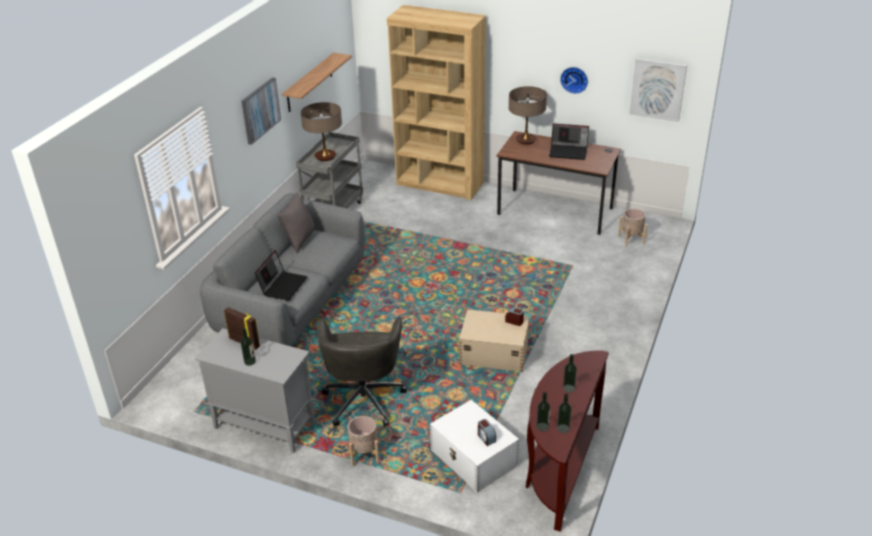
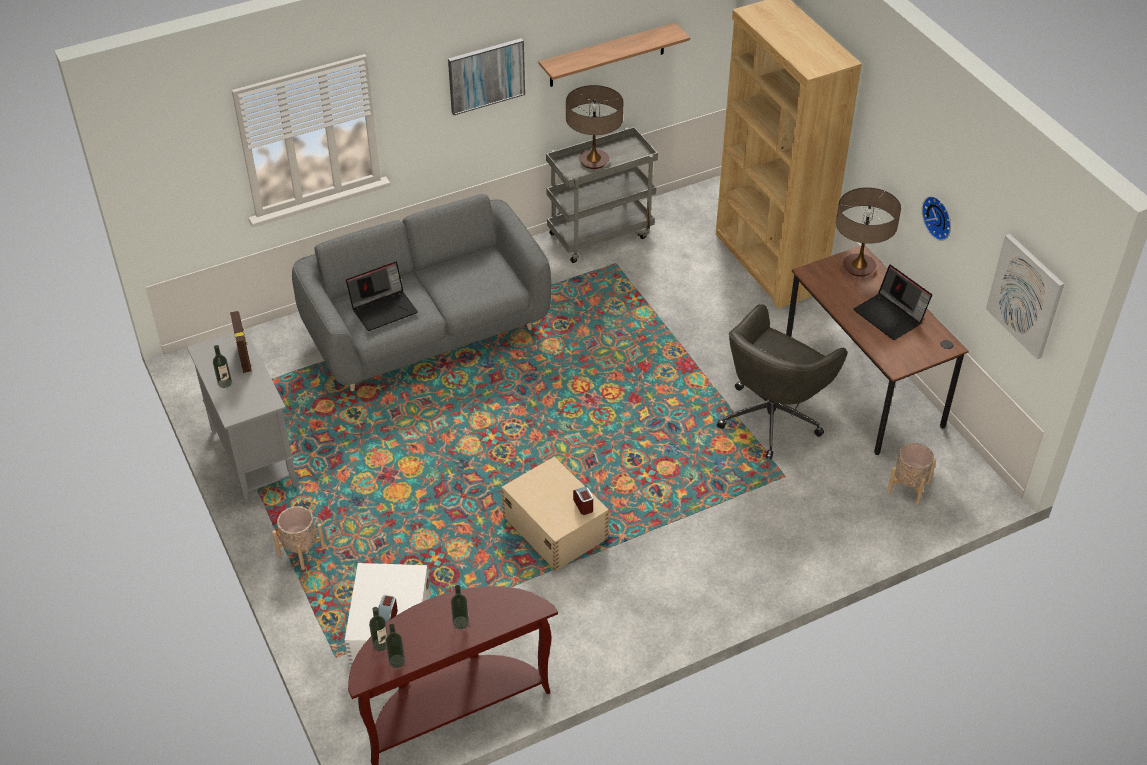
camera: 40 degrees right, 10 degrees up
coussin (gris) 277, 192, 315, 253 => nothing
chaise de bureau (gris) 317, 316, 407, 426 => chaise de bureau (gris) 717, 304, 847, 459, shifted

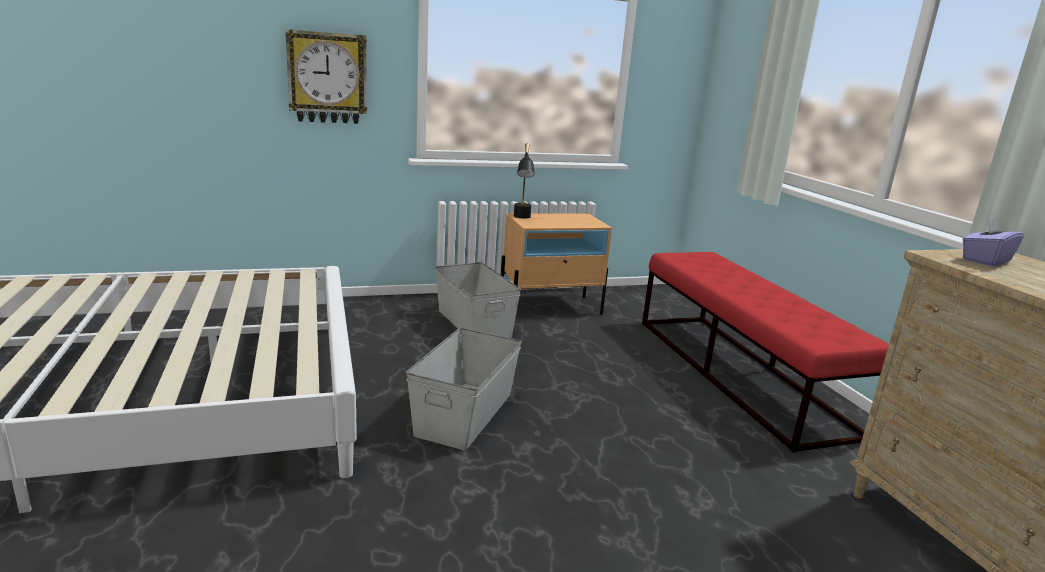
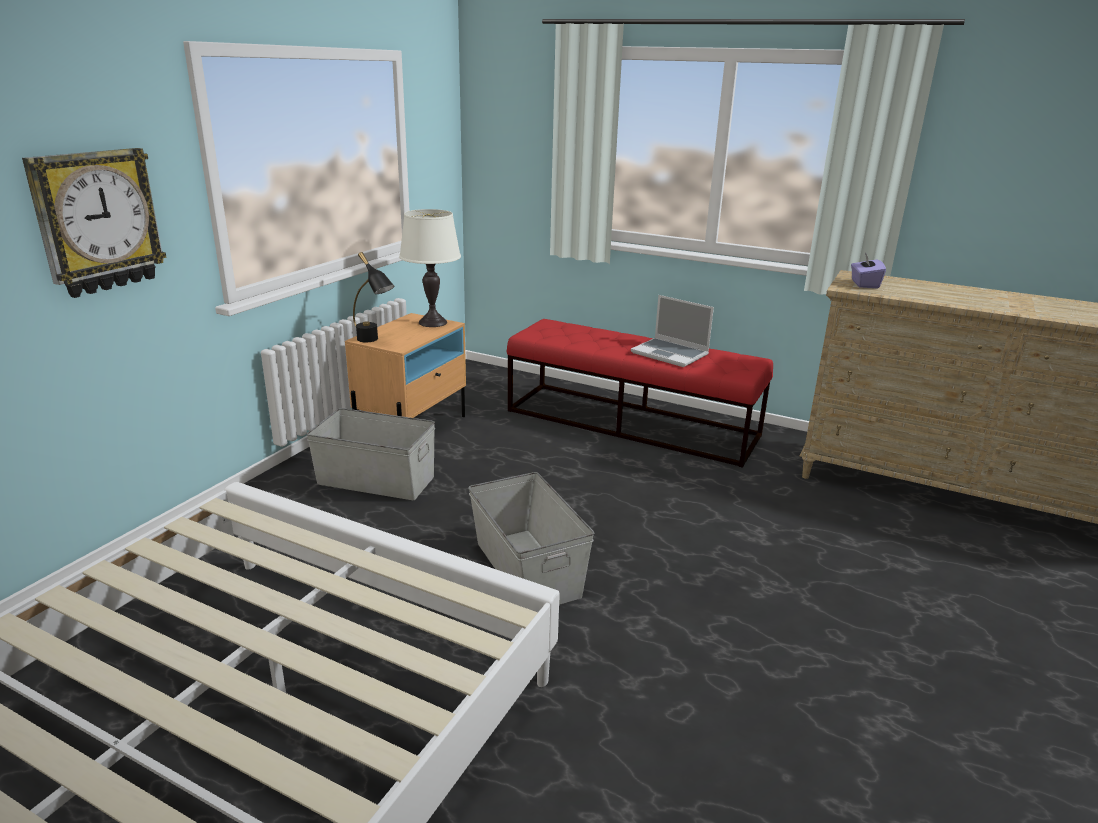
camera: 45 degrees left, 5 degrees up
nothing => lampe de table (blanc) 399, 209, 461, 327
nothing => ordinateur portable 631, 295, 714, 367

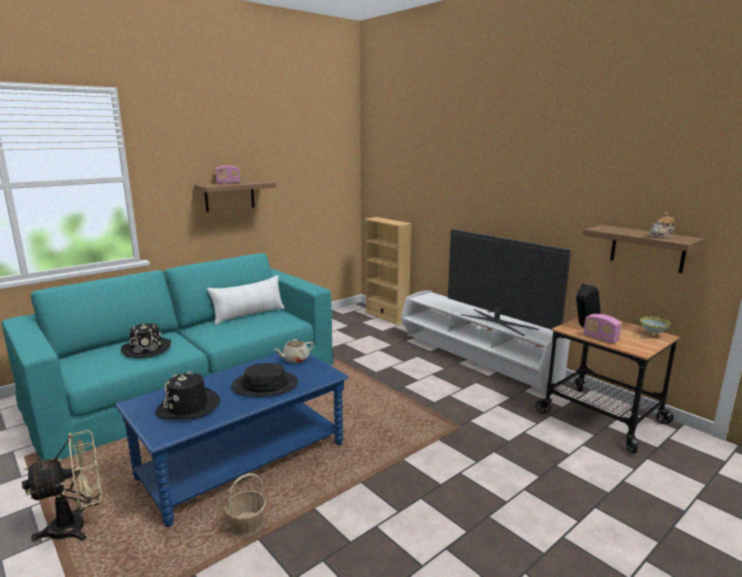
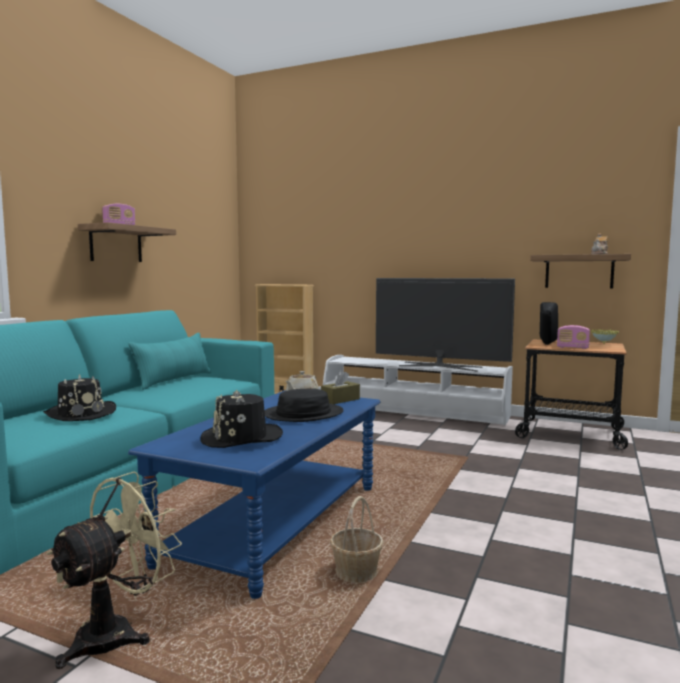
camera: 25 degrees left, 10 degrees down
nothing => boîte à mouchoirs (marron) 321, 370, 360, 404
coussin (blanc) 207, 275, 285, 325 => coussin (turquoise) 129, 333, 211, 390

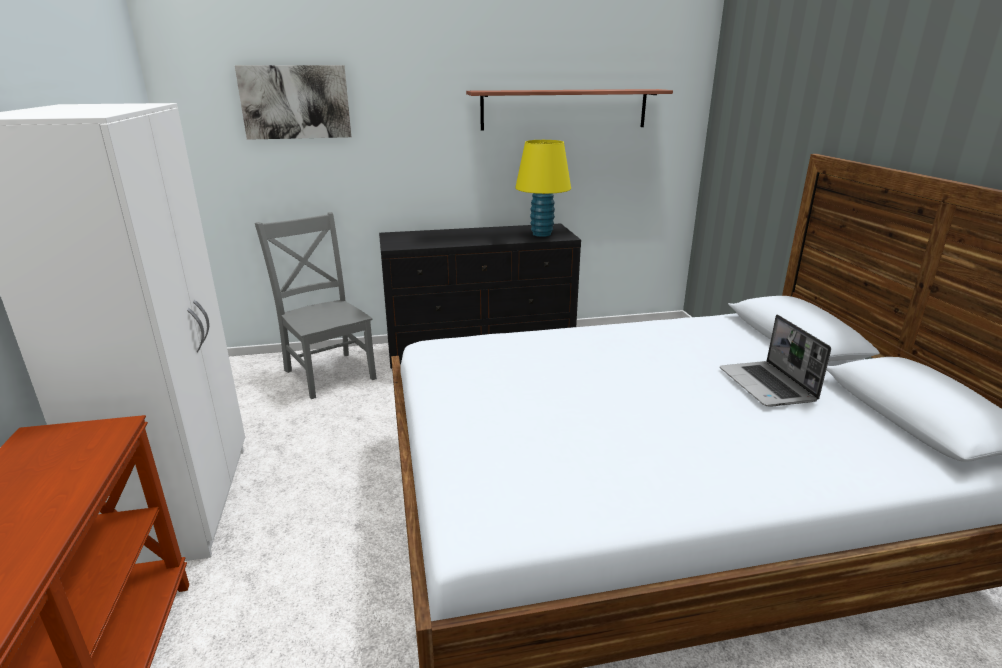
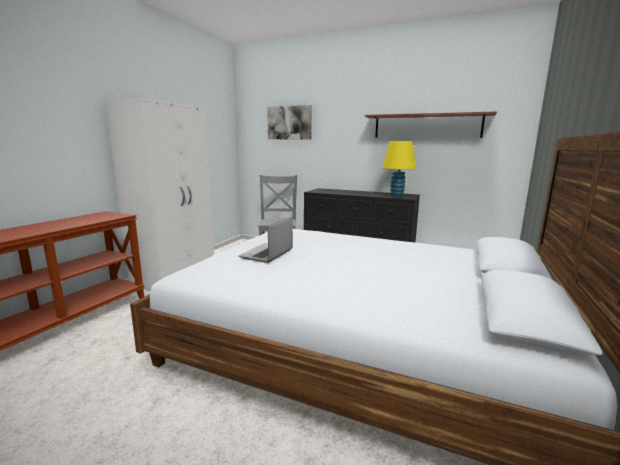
camera: 35 degrees right, 10 degrees down
ordinateur portable 720, 315, 831, 407 => ordinateur portable 238, 217, 293, 263, shifted

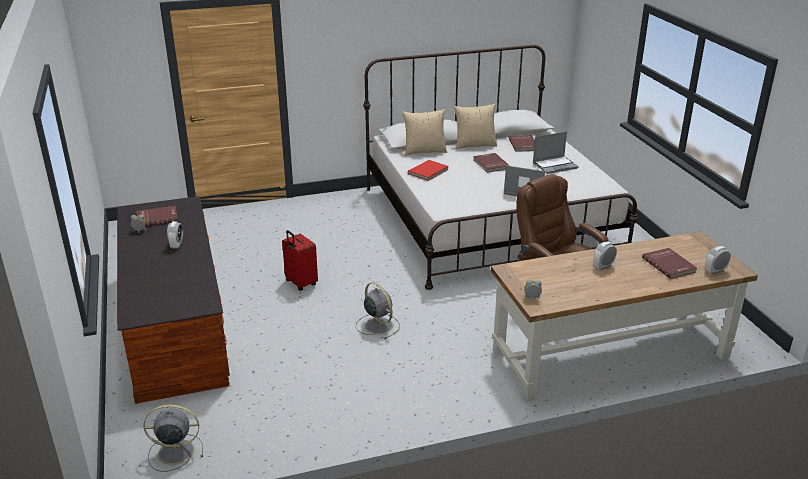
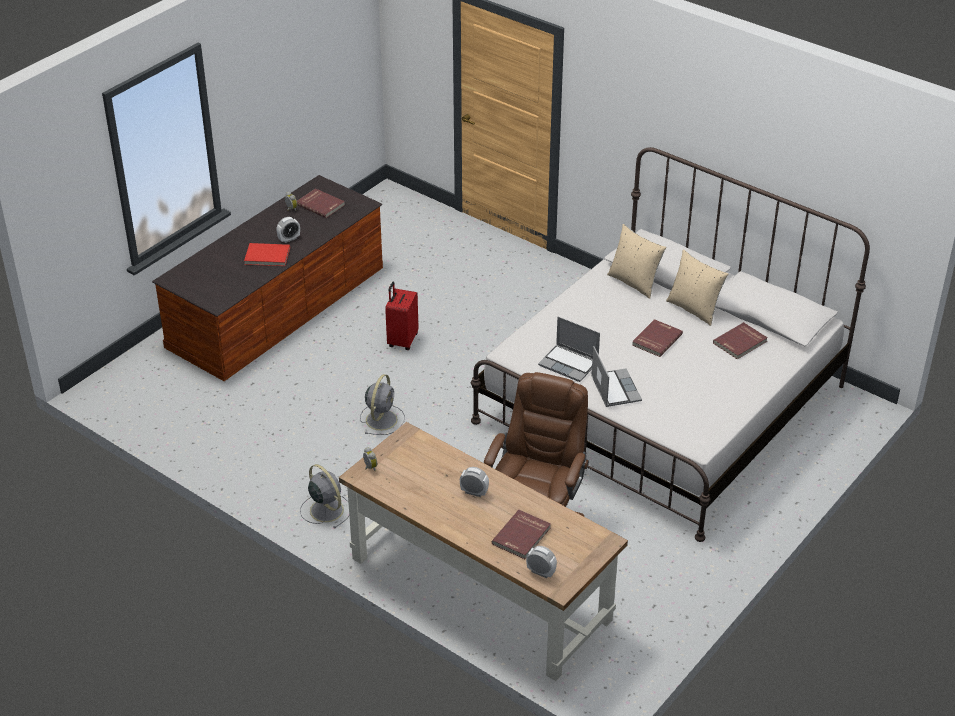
camera: 55 degrees right, 10 degrees up
ventilateur (gris) 144, 404, 203, 472 => ventilateur (gris) 300, 464, 349, 529, shifted
livre (rouge) 408, 160, 448, 181 => livre (rouge) 244, 243, 290, 266, shifted
ordinateur portable 533, 132, 579, 174 => ordinateur portable 538, 317, 600, 382, shifted

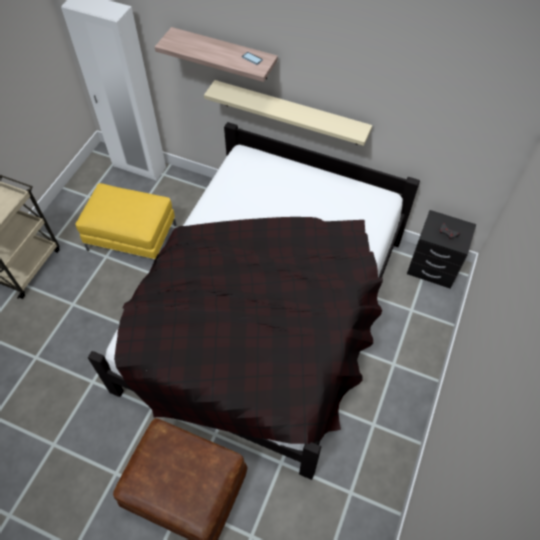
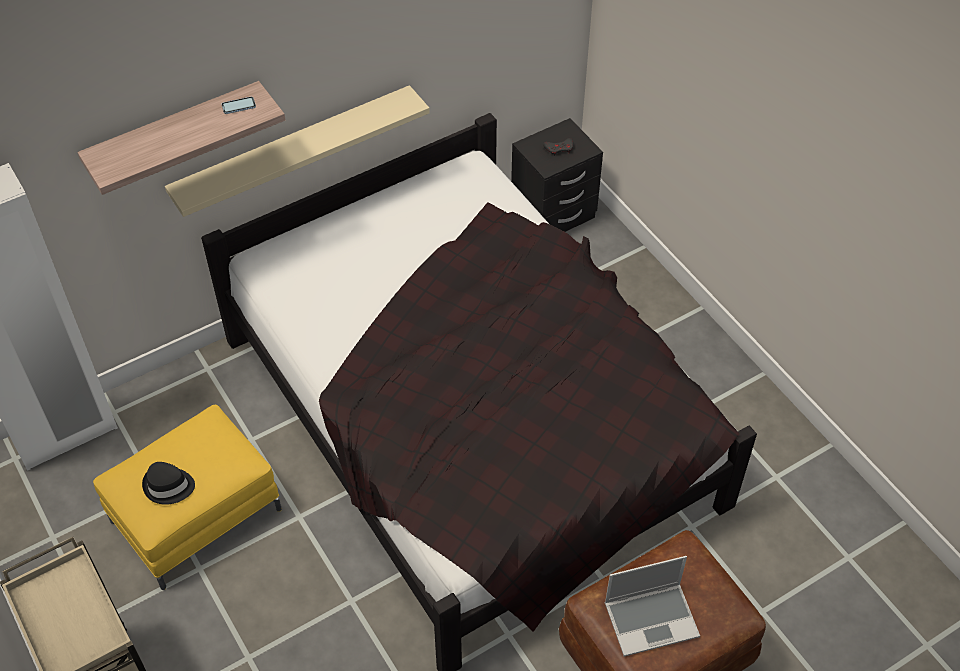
camera: 55 degrees left, 5 degrees down
nothing => chapeau (noir) 142, 462, 195, 505
nothing => ordinateur portable 605, 556, 700, 657

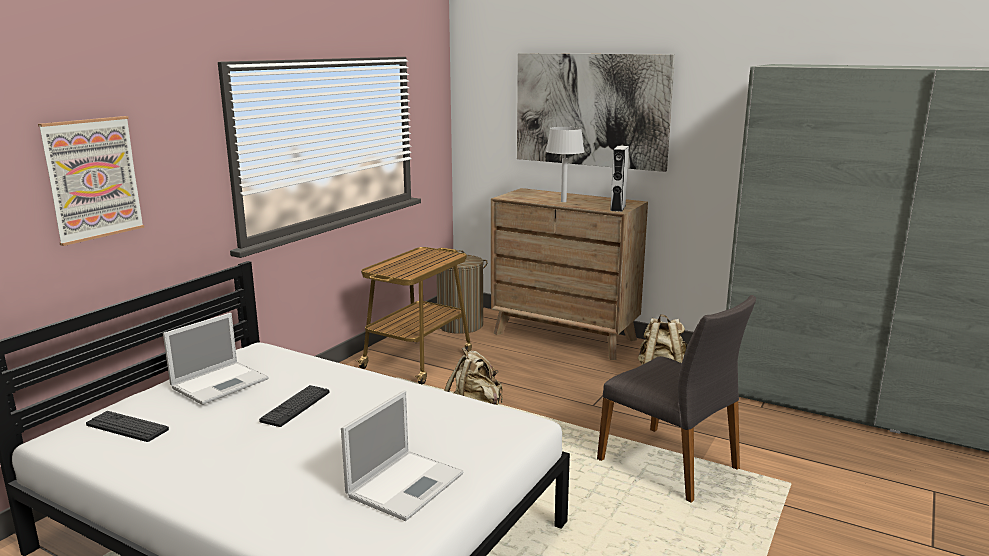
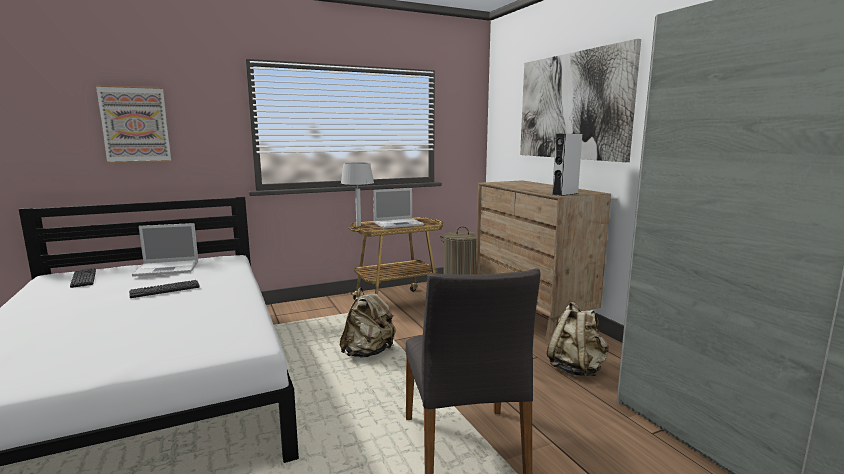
camera: 35 degrees right, 5 degrees down
ordinateur portable 341, 391, 464, 521 => ordinateur portable 373, 188, 424, 229, shifted
lampe de table (gris) 546, 127, 585, 202 => lampe de table (gris) 341, 162, 374, 226, shifted

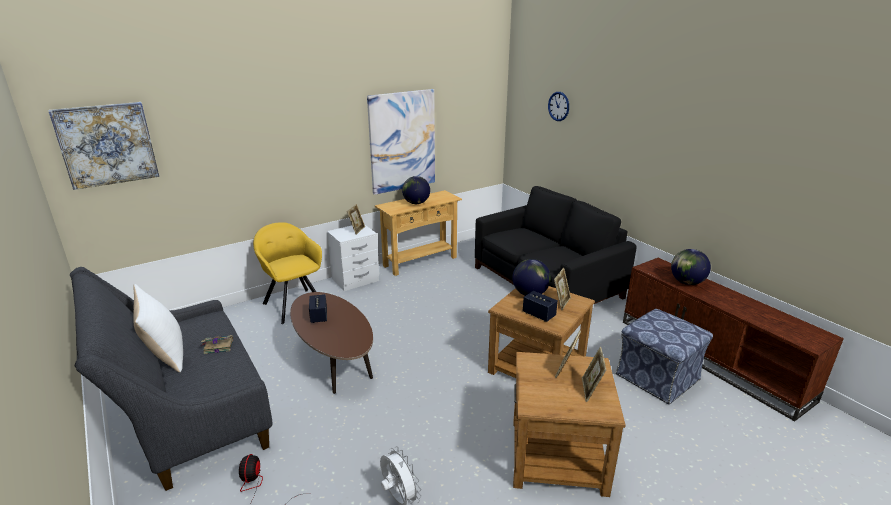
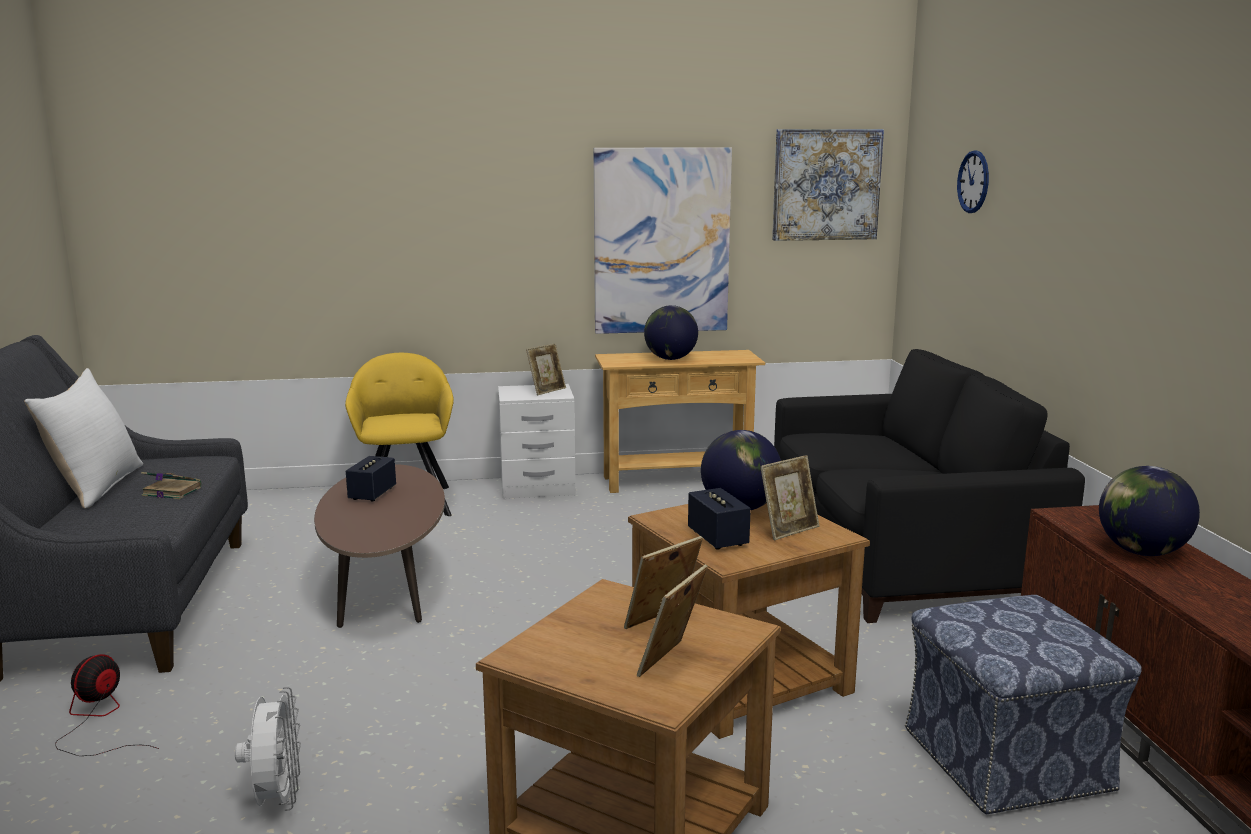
camera: 25 degrees right, 10 degrees down
tableau 48, 102, 159, 190 => tableau 772, 129, 884, 241, shifted

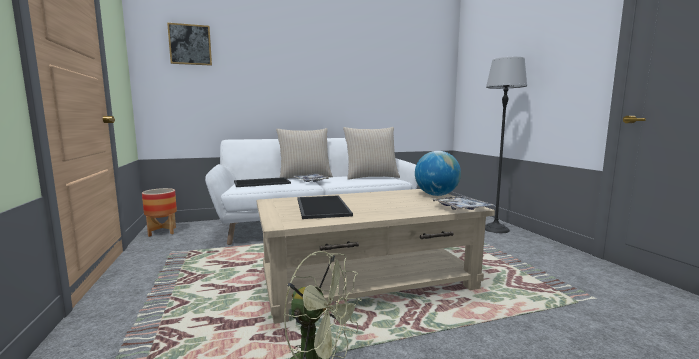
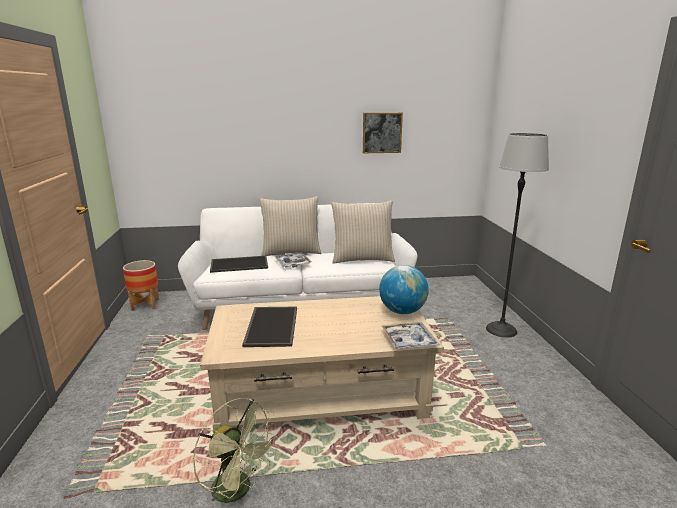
camera: 10 degrees right, 10 degrees up
tableau 167, 23, 212, 66 => tableau 363, 112, 403, 153, shifted

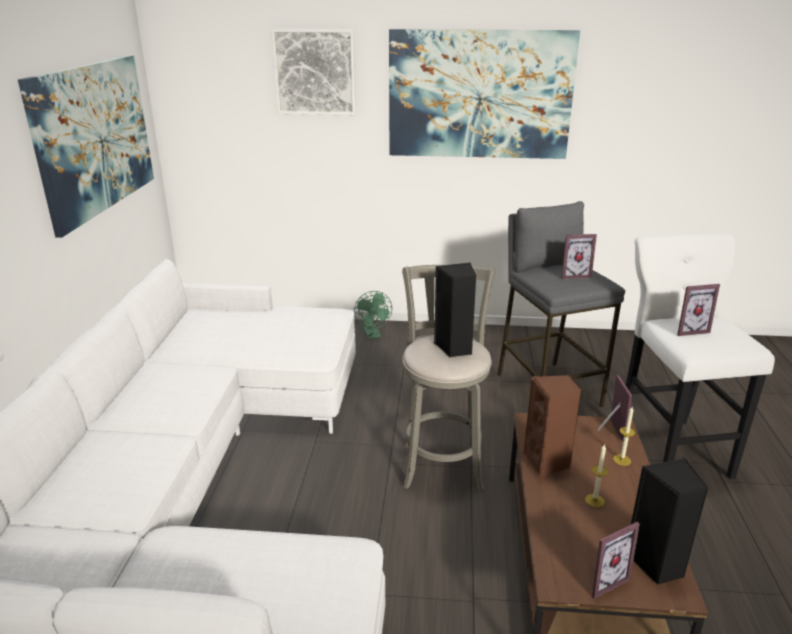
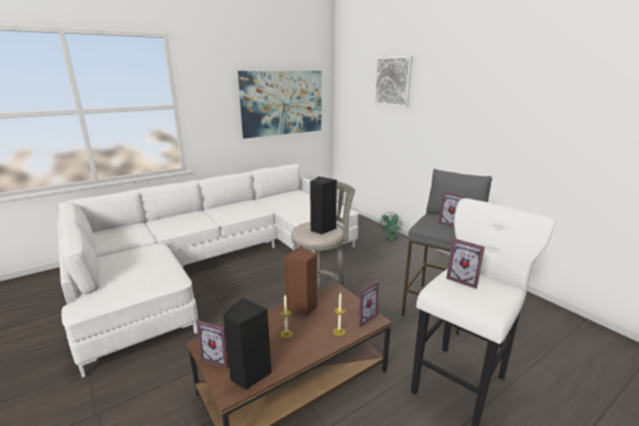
camera: 50 degrees right, 5 degrees down
tableau 389, 29, 580, 159 => nothing

